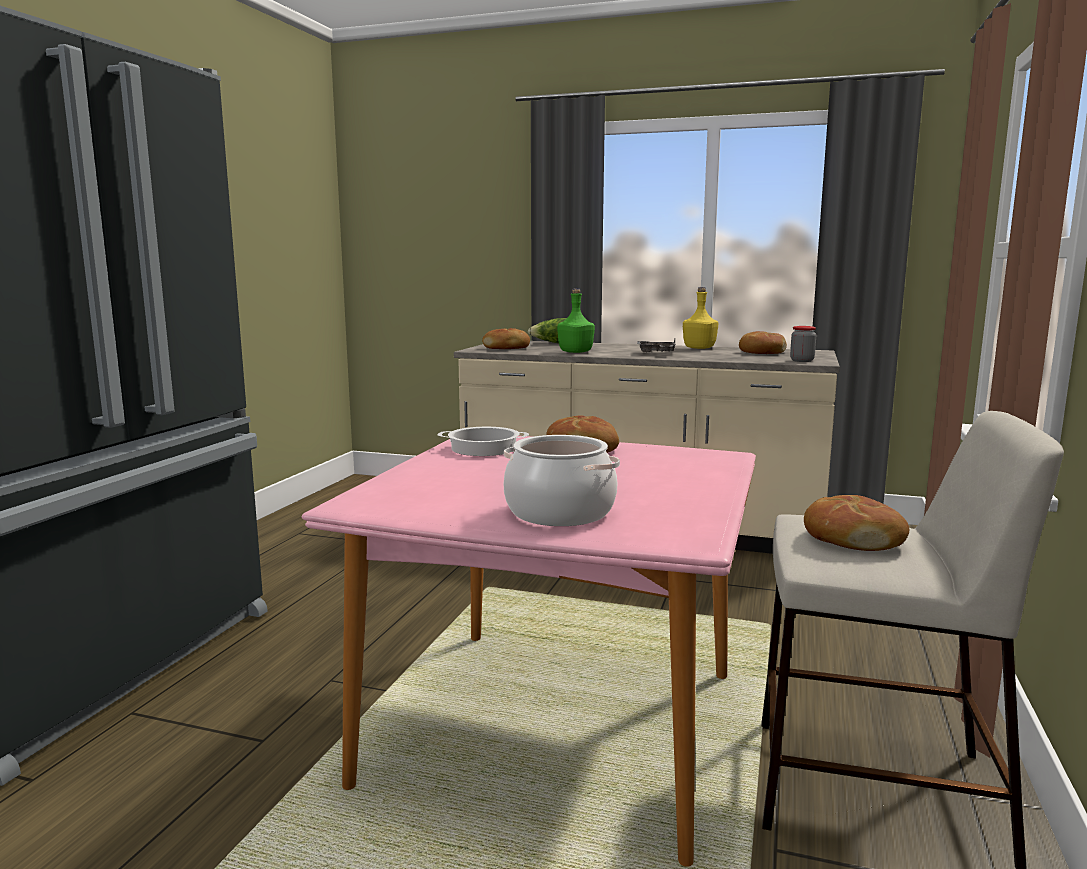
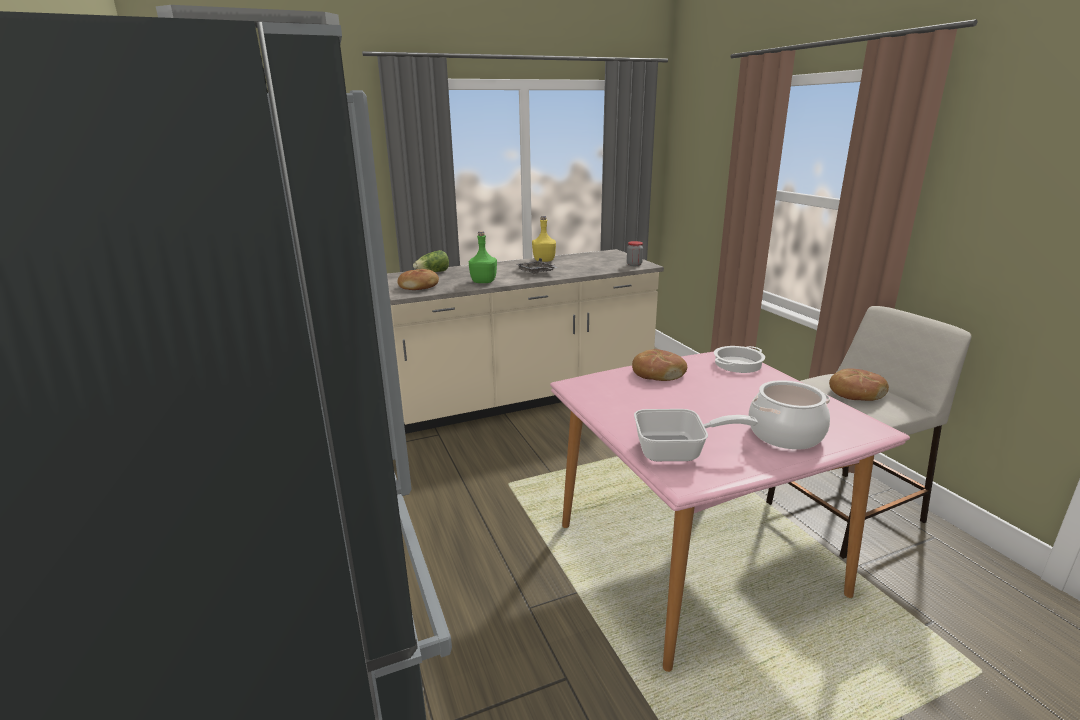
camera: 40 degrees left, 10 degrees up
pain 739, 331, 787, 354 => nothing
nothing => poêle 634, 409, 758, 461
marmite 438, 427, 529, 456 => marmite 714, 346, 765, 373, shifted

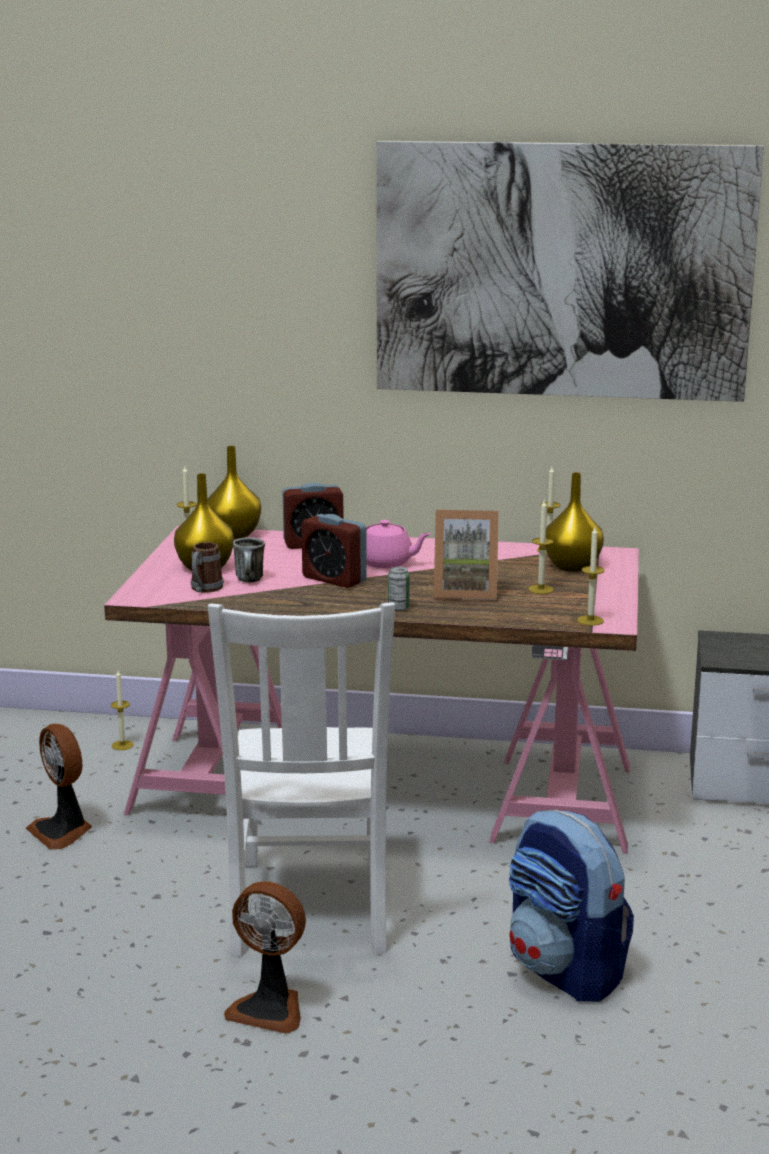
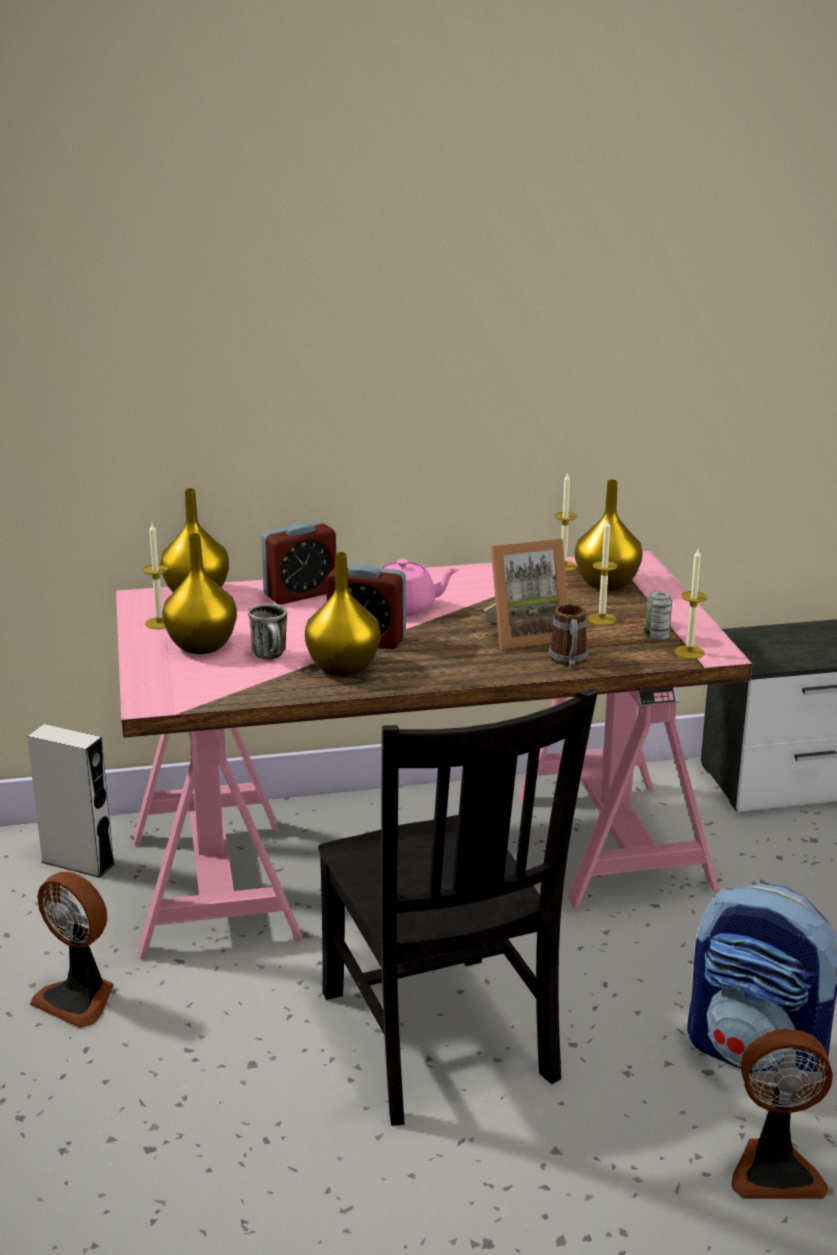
camera: 20 degrees left, 5 degrees up
tableau 376, 141, 764, 402 => nothing
nothing => vase (jaune) 305, 552, 381, 677
mug 191, 542, 224, 593 => mug 549, 604, 588, 667, shifted
ventilateur 224, 881, 306, 1034 => ventilateur 731, 1029, 833, 1199, shifted
boîte métallique 388, 567, 410, 611 => boîte métallique 645, 591, 672, 641, shifted
bougie 111, 670, 134, 750 => enceinte (gris) 27, 724, 116, 878
chaise (blanc) 208, 602, 395, 957 => chaise (noir) 318, 688, 598, 1125

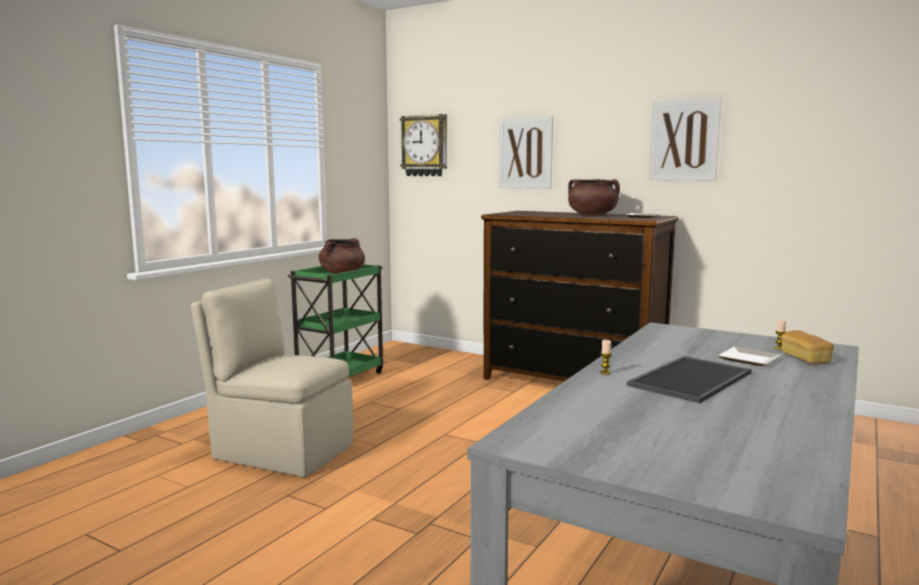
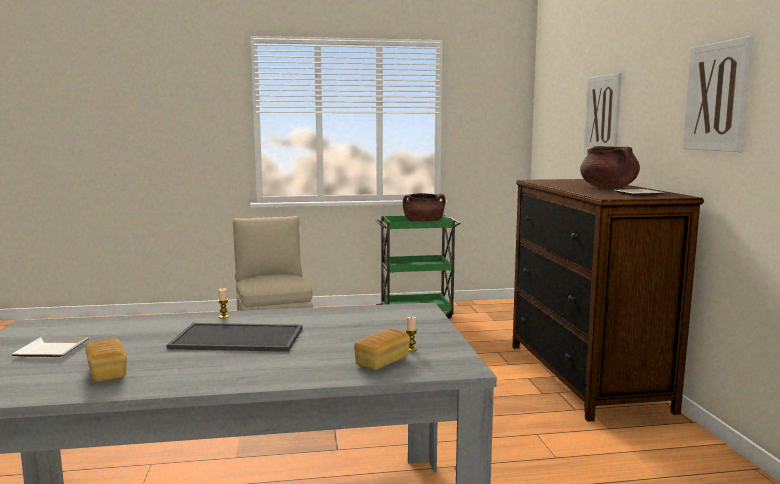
camera: 50 degrees right, 0 degrees up
horloge murale 400, 114, 447, 176 => nothing
nothing => pain 85, 338, 127, 382
assiette 718, 347, 780, 366 => assiette 11, 337, 89, 357, shifted

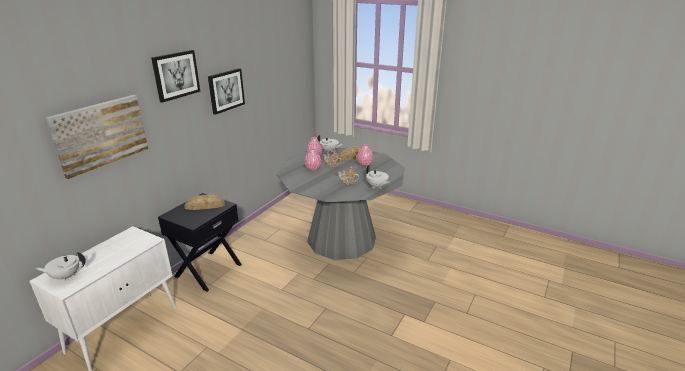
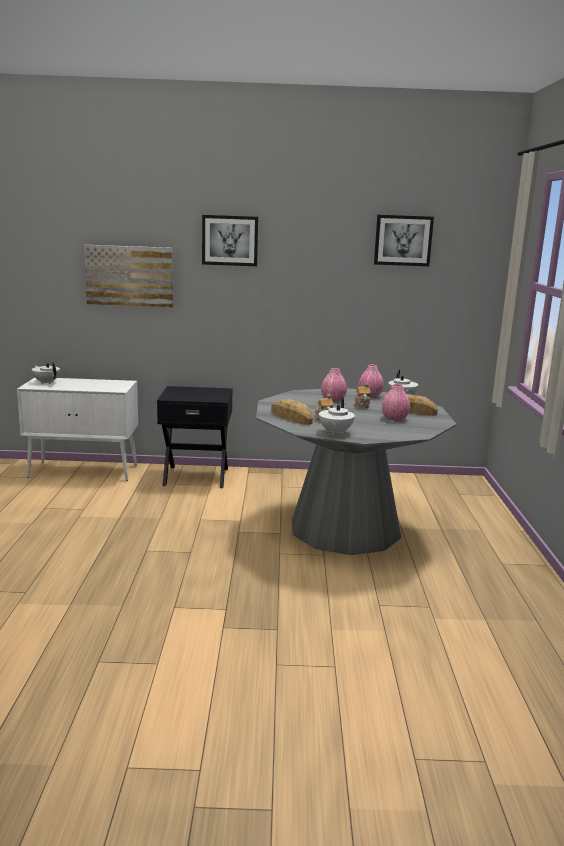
camera: 60 degrees right, 10 degrees down
pain 185, 194, 225, 210 => pain 271, 399, 313, 425, shifted
tableau 208, 68, 245, 115 => tableau 374, 215, 434, 266, shifted

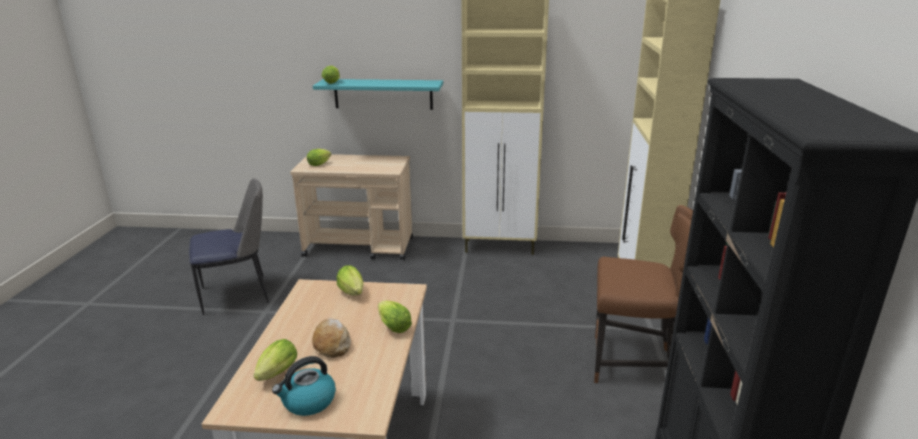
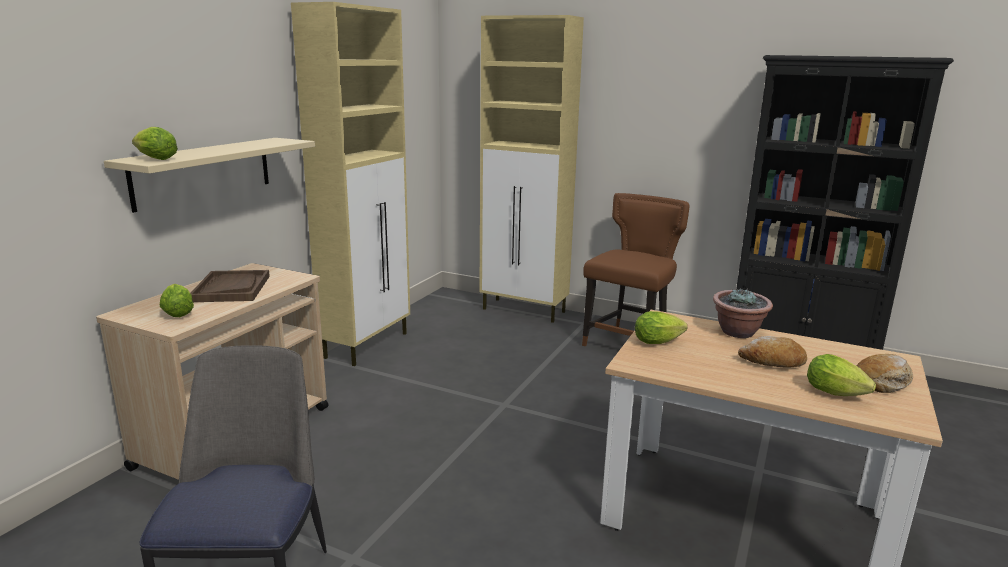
camera: 70 degrees left, 5 degrees down
nothing => plateau (marron) 191, 270, 270, 302
bouilloire 272, 356, 336, 416 => pain 857, 354, 913, 393
laitue 378, 300, 412, 333 => plante en pot 713, 288, 773, 338
étagère (turquoise) 313, 79, 443, 110 => étagère (beige) 104, 138, 315, 213

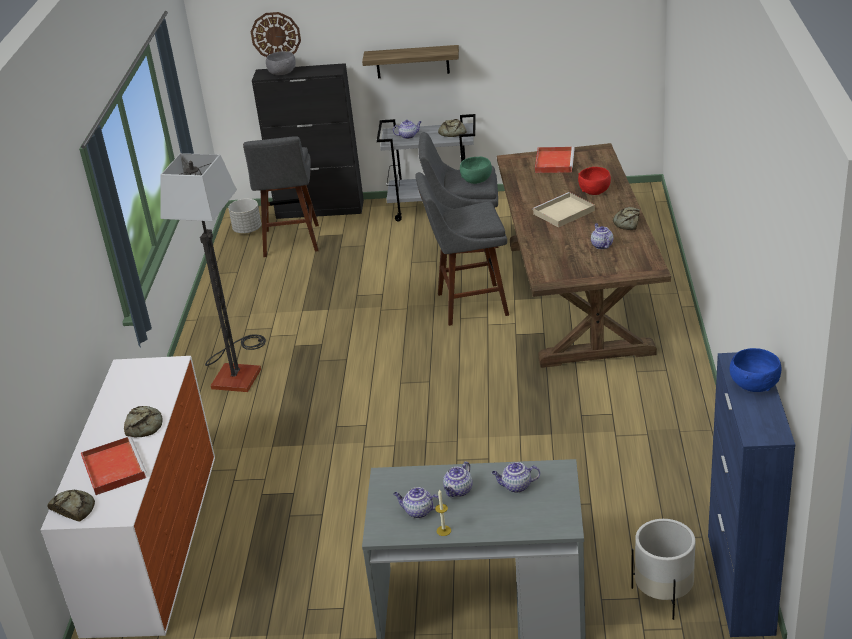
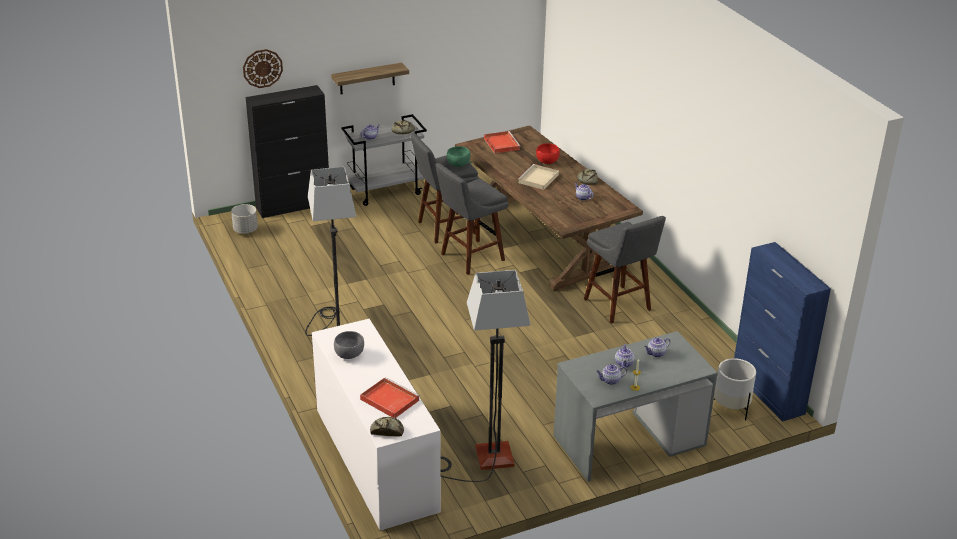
camera: 30 degrees left, 0 degrees up
pain 124, 406, 163, 437 => nothing
bol (bleu) 730, 348, 781, 392 => nothing
nothing => lampadaire 441, 270, 531, 482
tabouret (gris) 243, 136, 319, 257 => tabouret (gris) 584, 216, 666, 324, shifted
bol (gris) 266, 51, 296, 75 => bol (gris) 334, 331, 364, 359, shifted

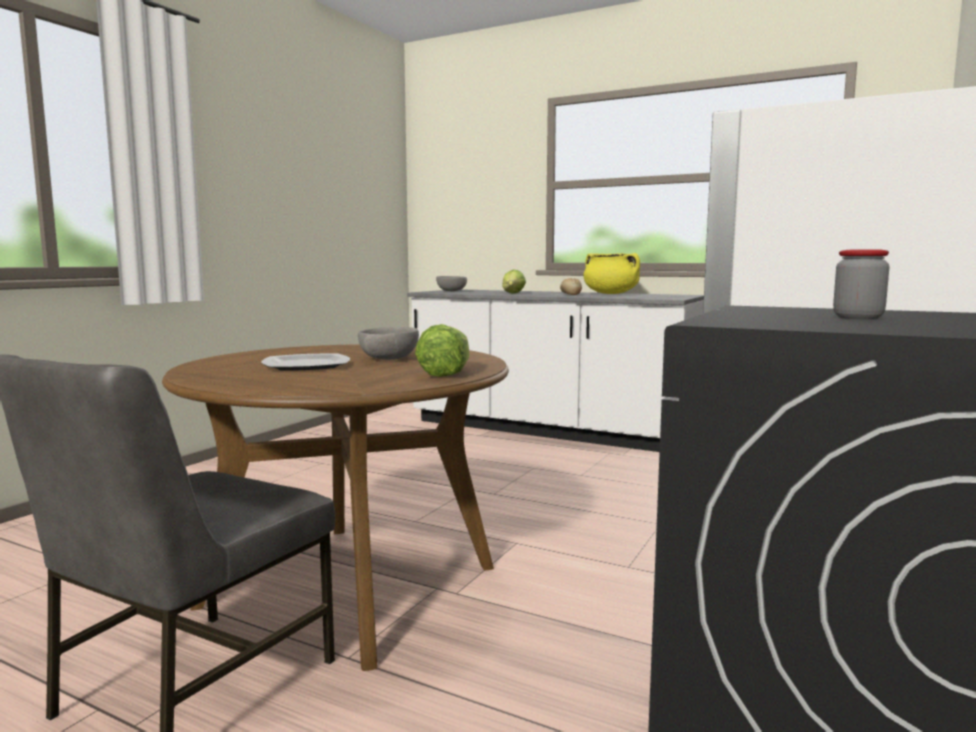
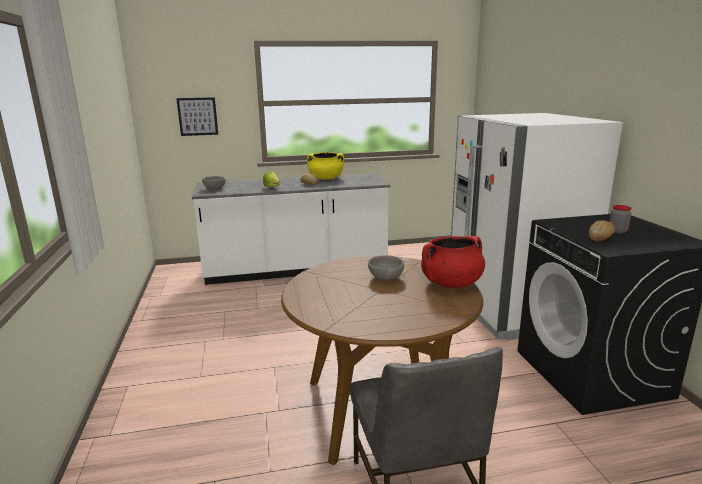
camera: 40 degrees left, 10 degrees up
assiette 261, 354, 350, 371 => nothing
nothing => tableau 176, 97, 218, 136
nothing => pain 589, 220, 615, 241
laitue 415, 324, 469, 377 => marmite (rouge) 421, 236, 485, 288

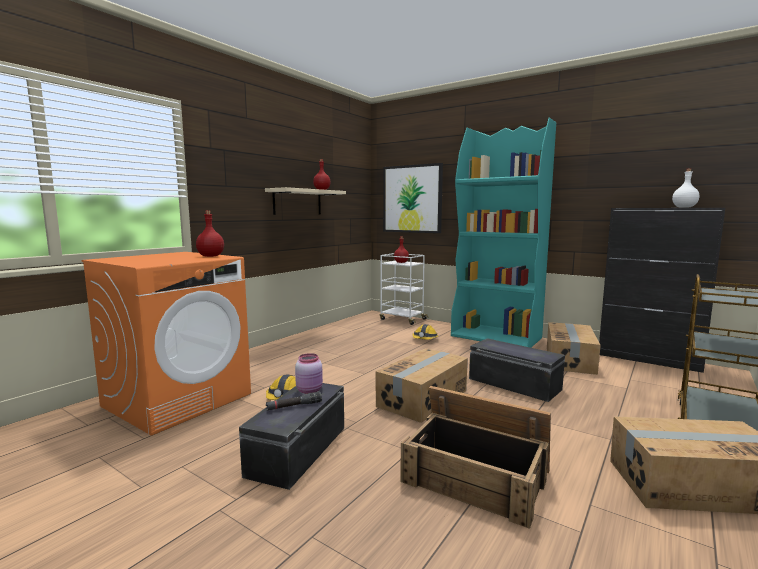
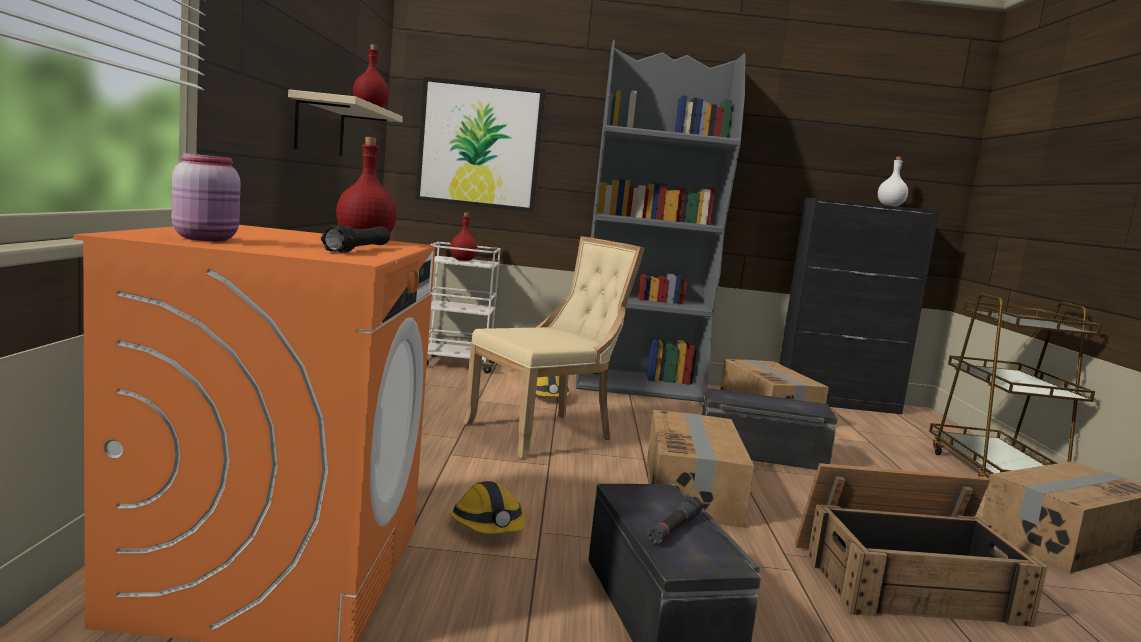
camera: 35 degrees left, 0 degrees up
nothing => lampe de poche (noir) 321, 225, 390, 253
nothing => chaise (beige) 463, 236, 645, 459
bocal (rose) 295, 353, 323, 394 => bocal (rose) 171, 153, 241, 241, shifted
bibliothèque (turquoise) 451, 117, 556, 348 => bibliothèque (gris) 576, 40, 746, 402

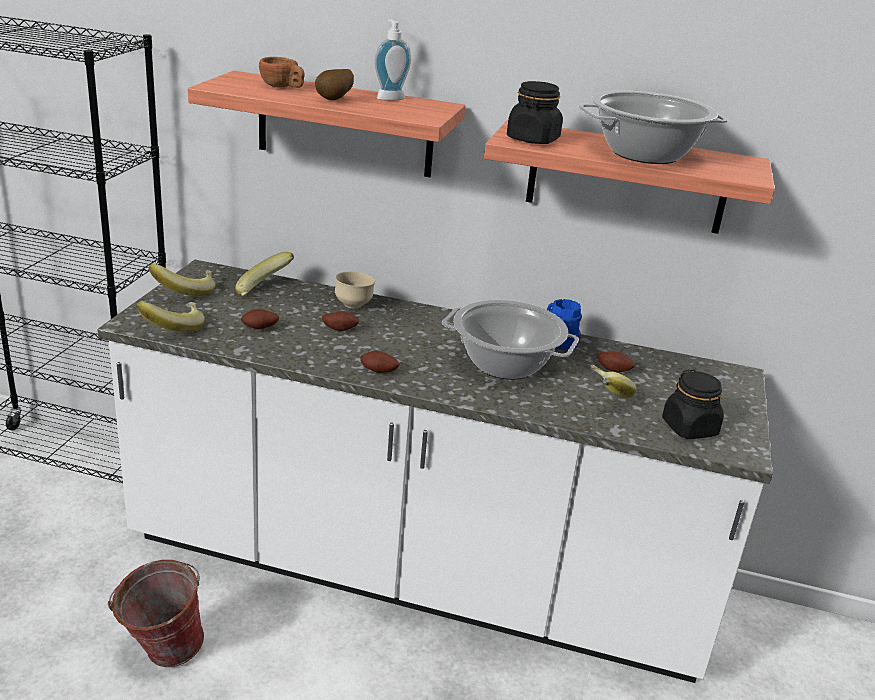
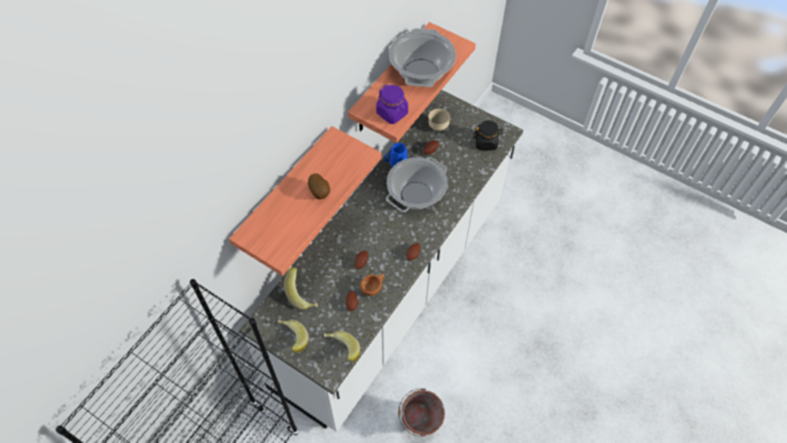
camera: 70 degrees left, 30 degrees up
distributeur de savon 375, 19, 411, 101 => nothing
banane 590, 365, 636, 399 => nothing
tasse (marron) 259, 57, 305, 88 => tasse (marron) 360, 274, 384, 296, shifted
bol (beige) 335, 272, 375, 309 => bol (beige) 428, 109, 450, 131, shifted
bocal (noir) 507, 81, 563, 144 => bocal (violet) 376, 84, 408, 124

